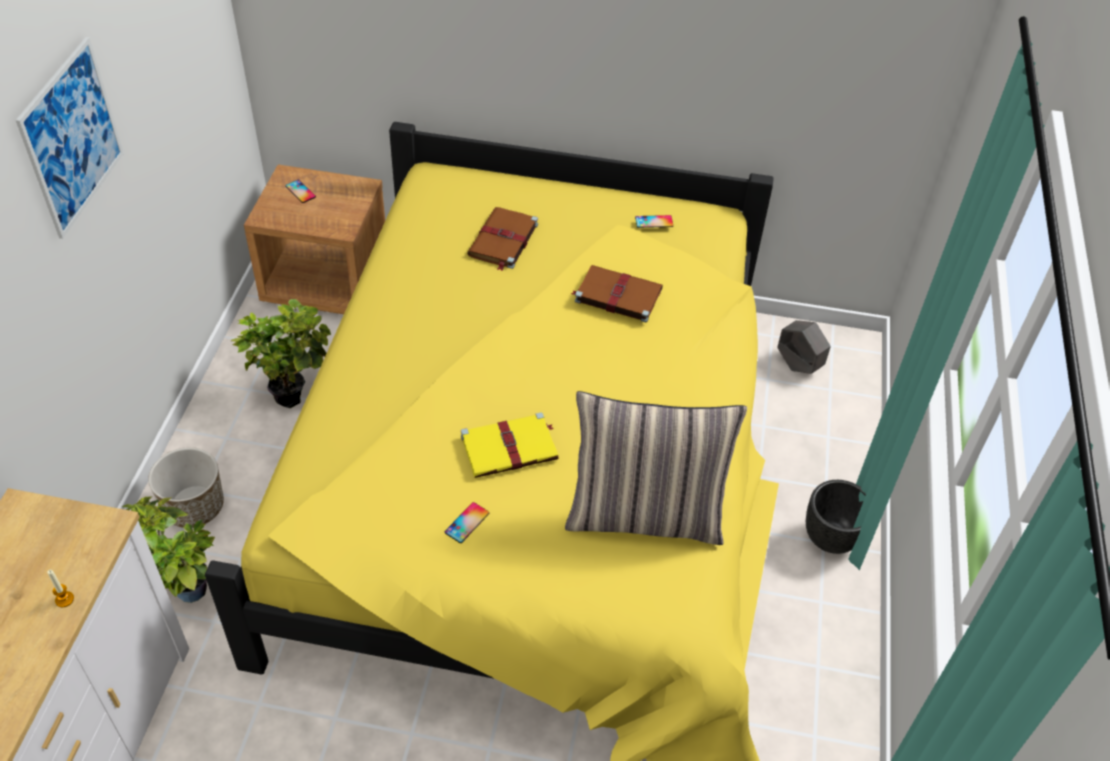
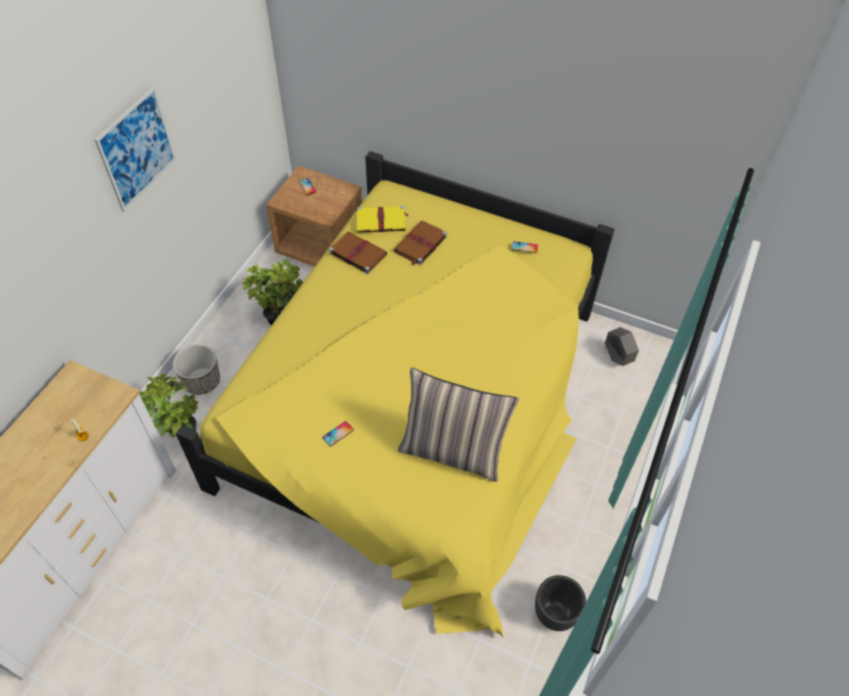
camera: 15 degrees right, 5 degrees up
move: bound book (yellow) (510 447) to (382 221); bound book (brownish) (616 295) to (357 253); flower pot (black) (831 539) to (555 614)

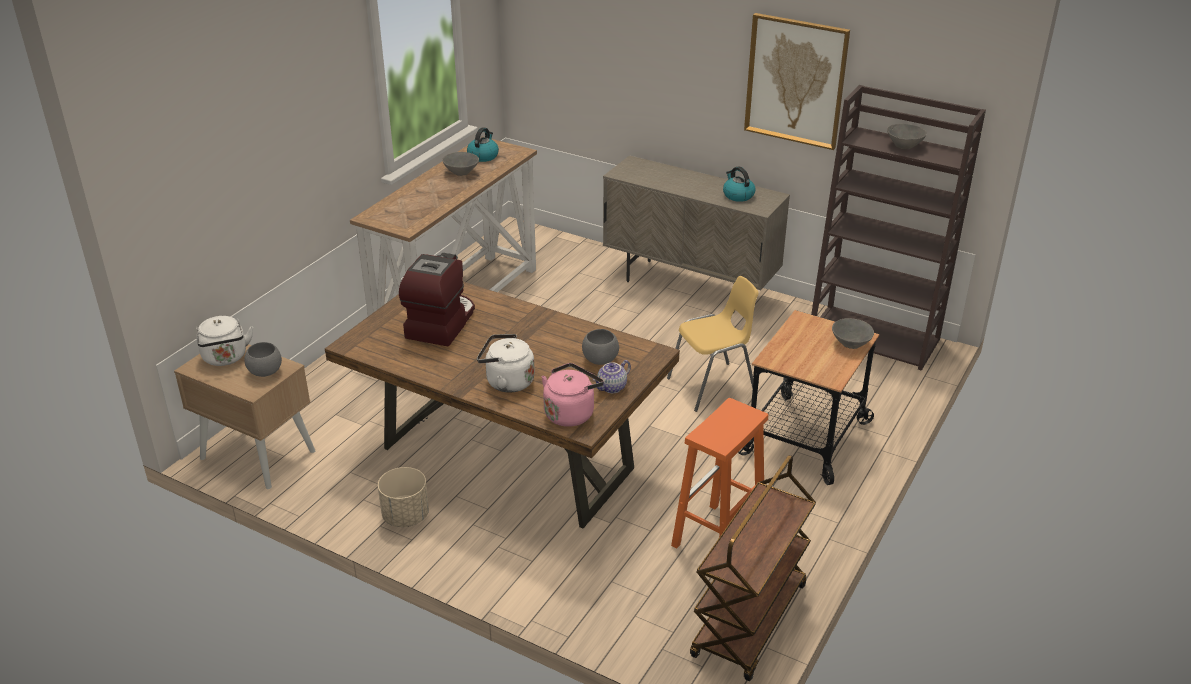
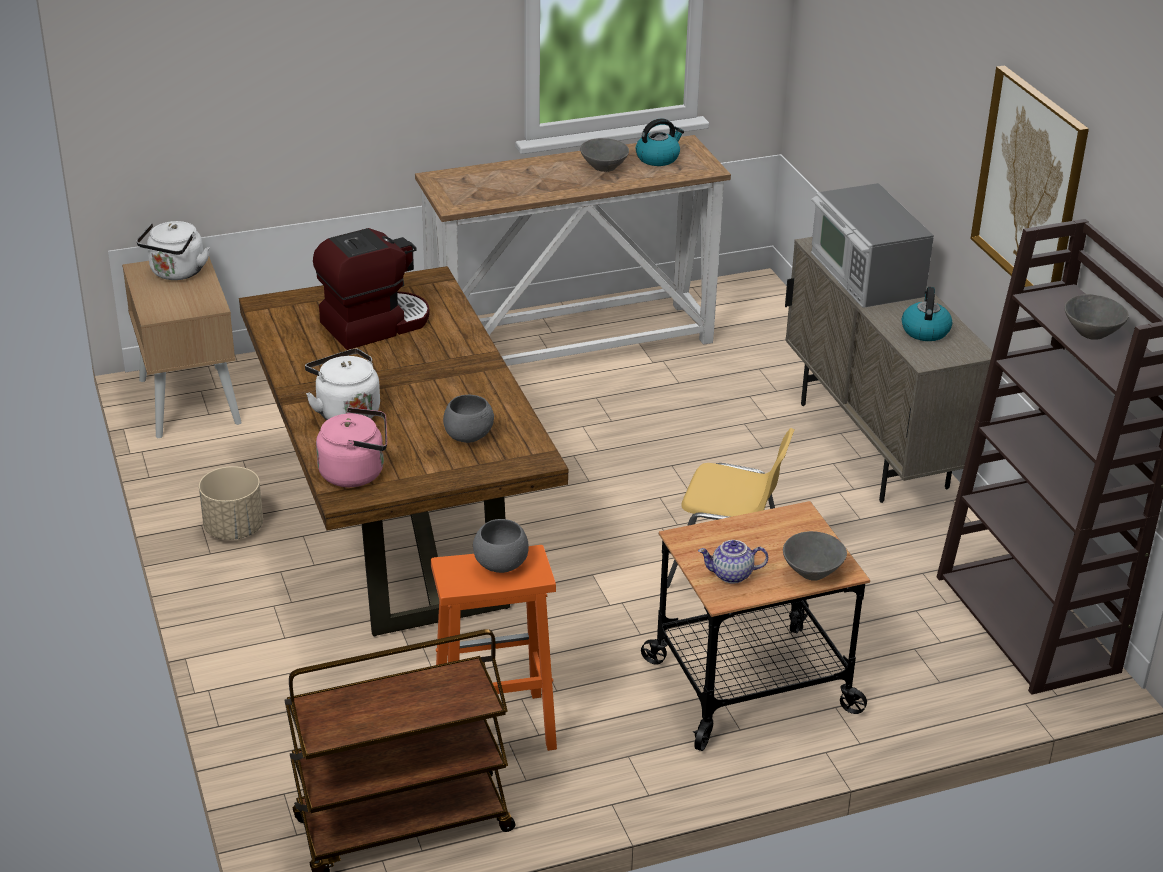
camera: 40 degrees right, 0 degrees up
insert: kitchen microwave (865 275)
move: bowl (gray) (265 372) to (500 565); teapot (612 388) to (731 575)

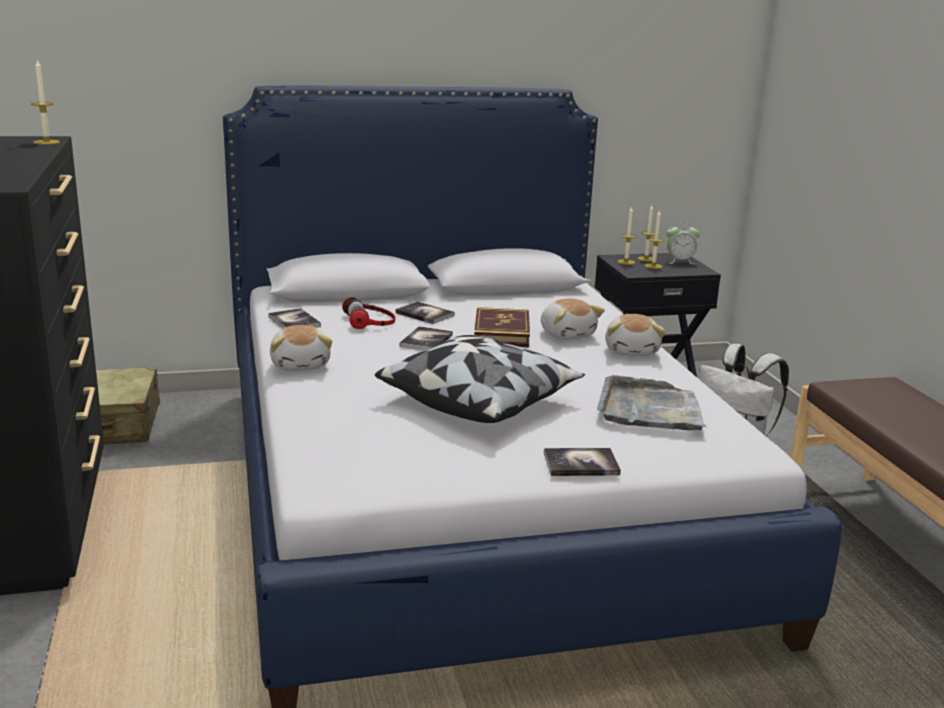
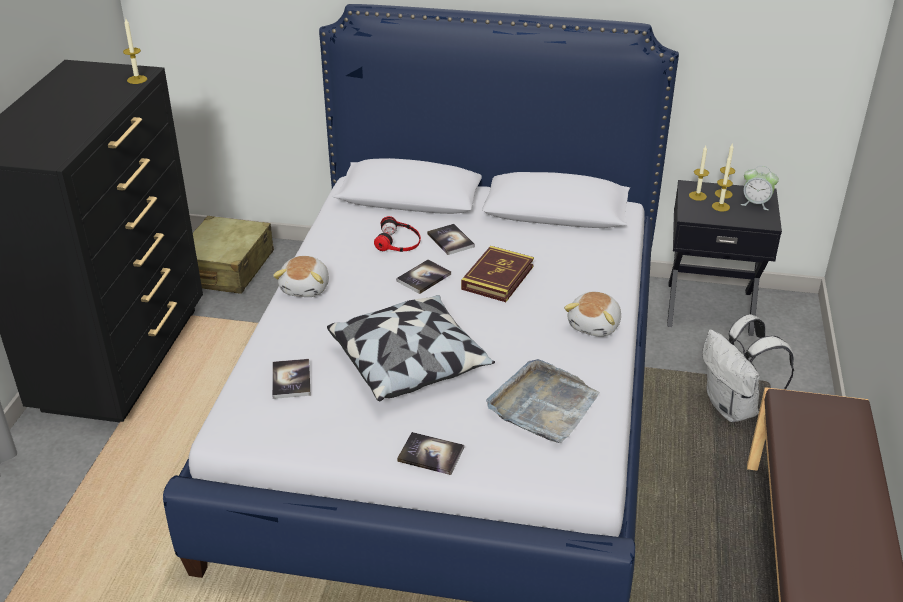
camera: 25 degrees right, 15 degrees up
delete: cuddly toy (567 334)
move: bound book (294 322) to (291 380)

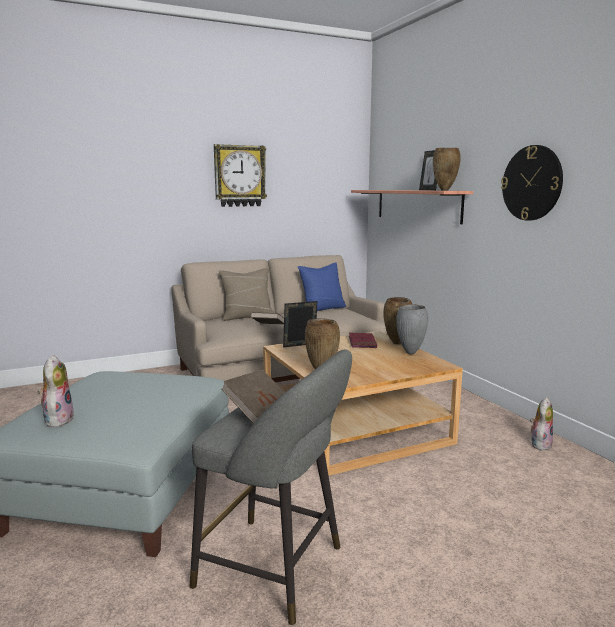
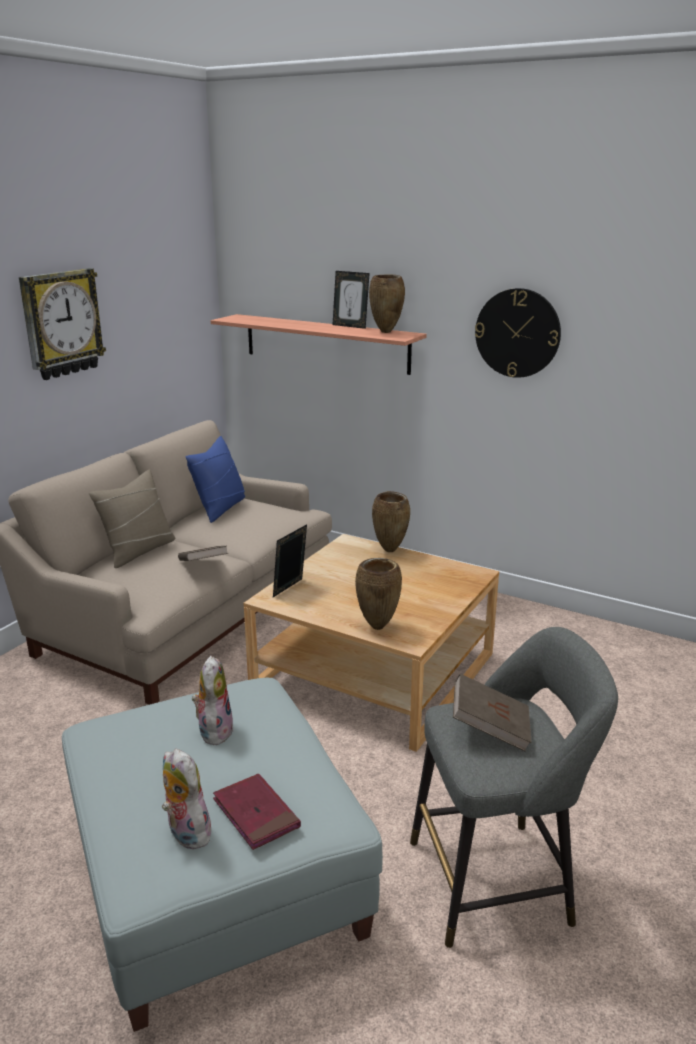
camera: 35 degrees left, 10 degrees up
delete: decorative vase (gray) (410 353)
move: bound book (red-coloured) (362 342) to (256 814); cuddly toy (539 444) to (214 730)

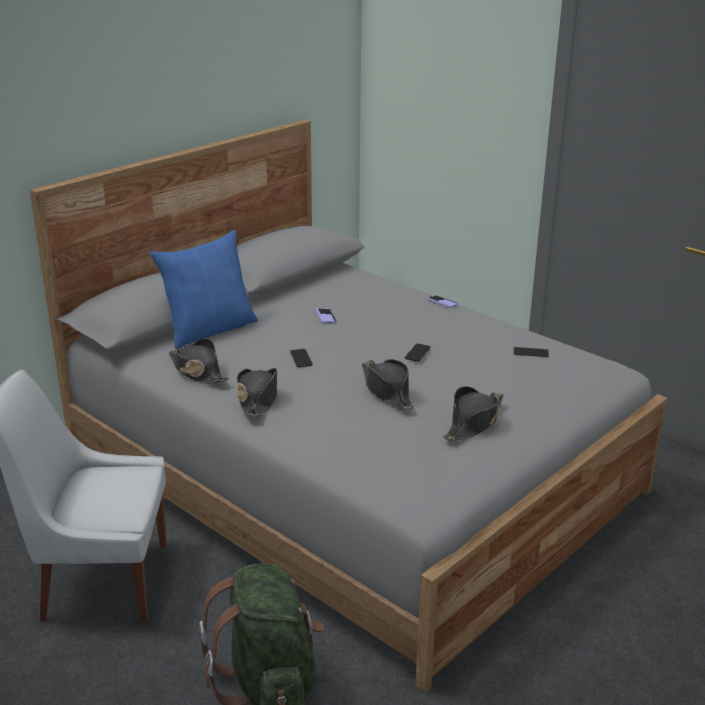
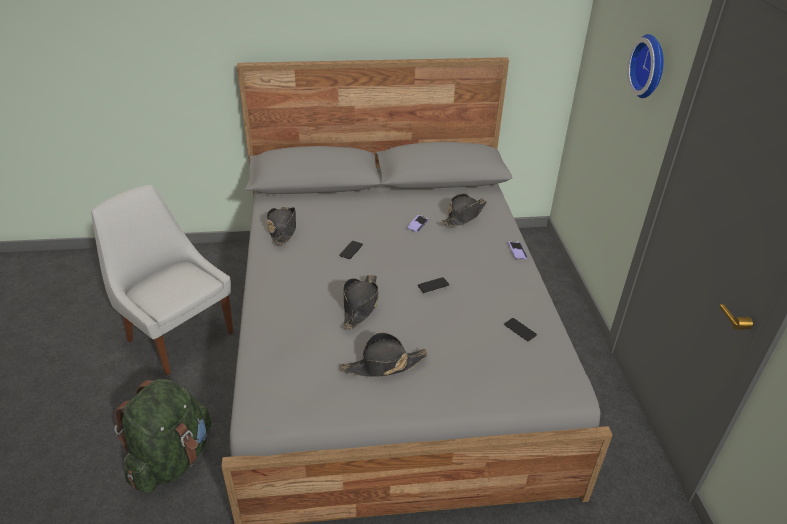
camera: 40 degrees right, 10 degrees up
delete: cushion (blue-coloured) (209 330)
insert: wall clock (650 66)
move: wearable hat (black) (258 398) to (464 215)

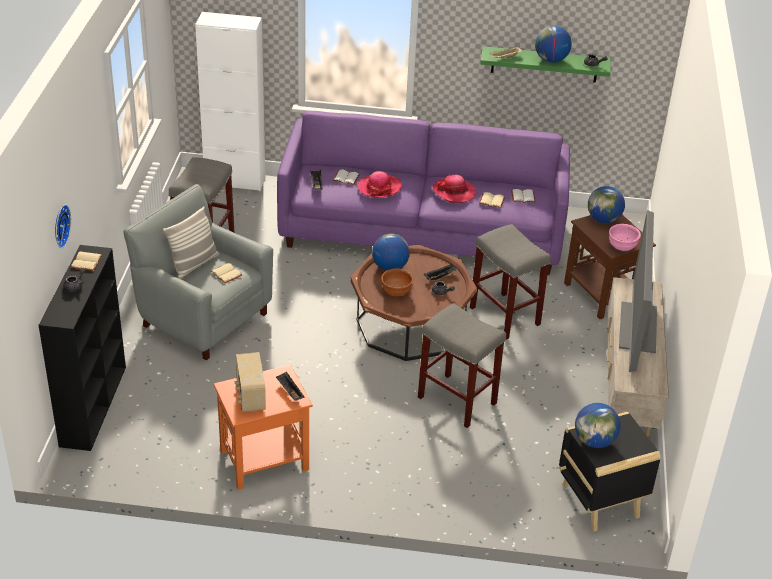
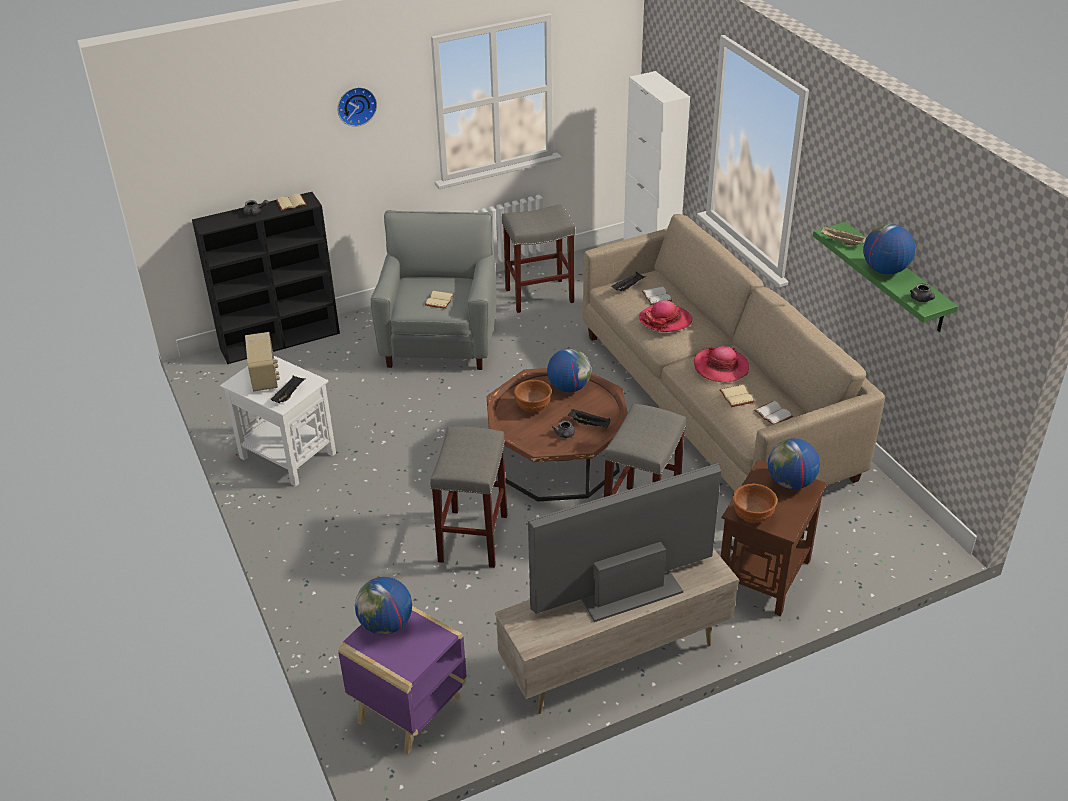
camera: 60 degrees right, 0 degrees up
delete: cushion (194 264)
move: wall clock (59 226) to (356 105)
recolor: side table (orange) (263 460) to side table (whitish) (287 455); couch (purplish) (422 232) to couch (sand-coloured) (713 403); side table (black) (599 499) to side table (purplish) (410 708); bowl (pink-coloured) (621 247) to bowl (brownish) (752 516)
rotate: radio receiver (250 396) = (265 377) 120 degrees clockwise

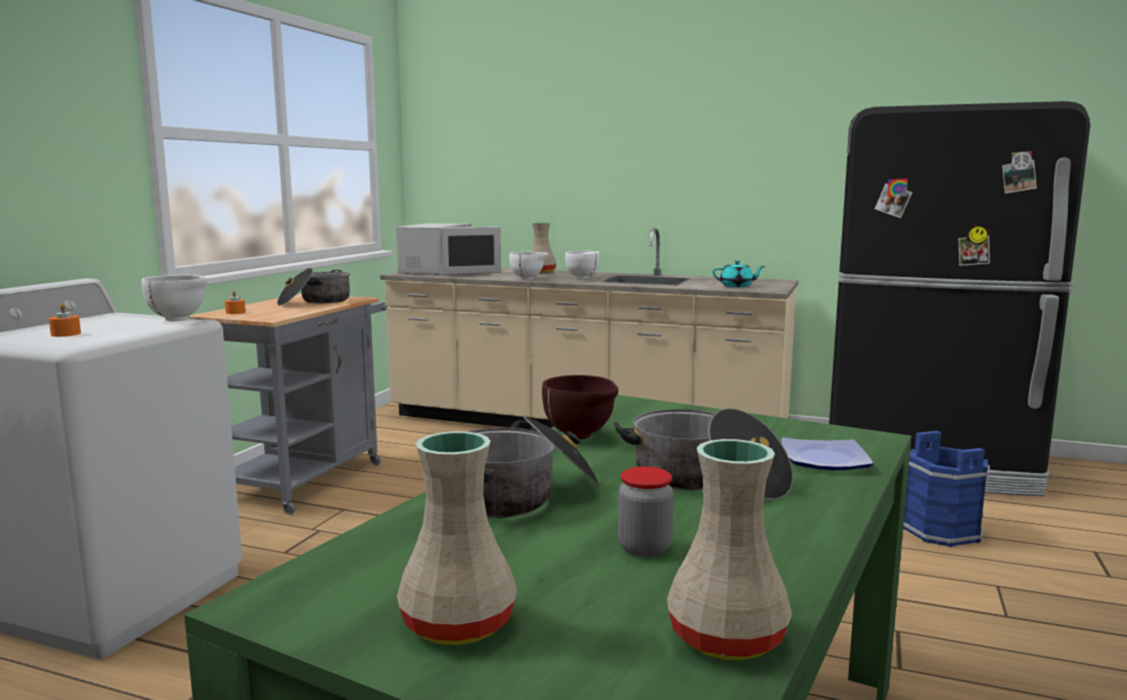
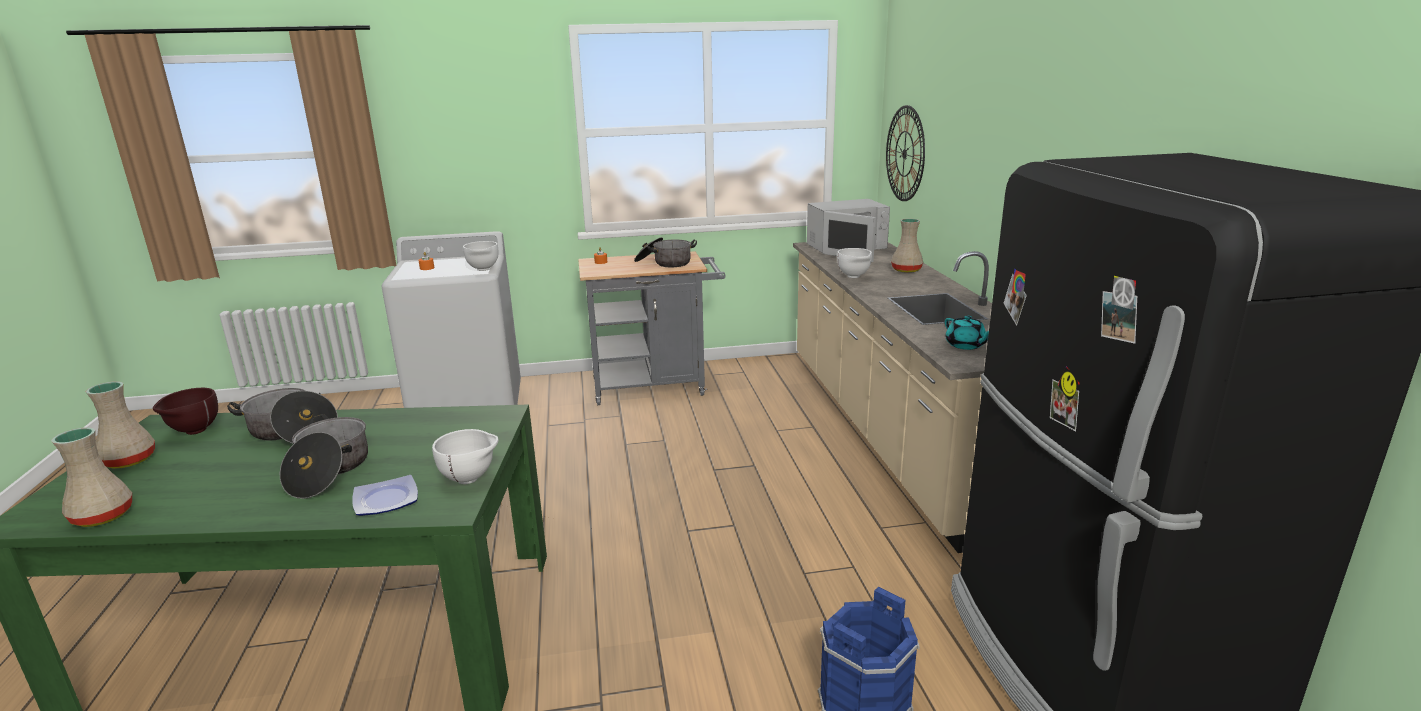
camera: 60 degrees right, 10 degrees up
delete: storage jar (644 548)
insert: wall clock (904 154)
move: bowl (brownish) (581 436) to (193 432); bowl (whitish) (583 278) to (471 479)

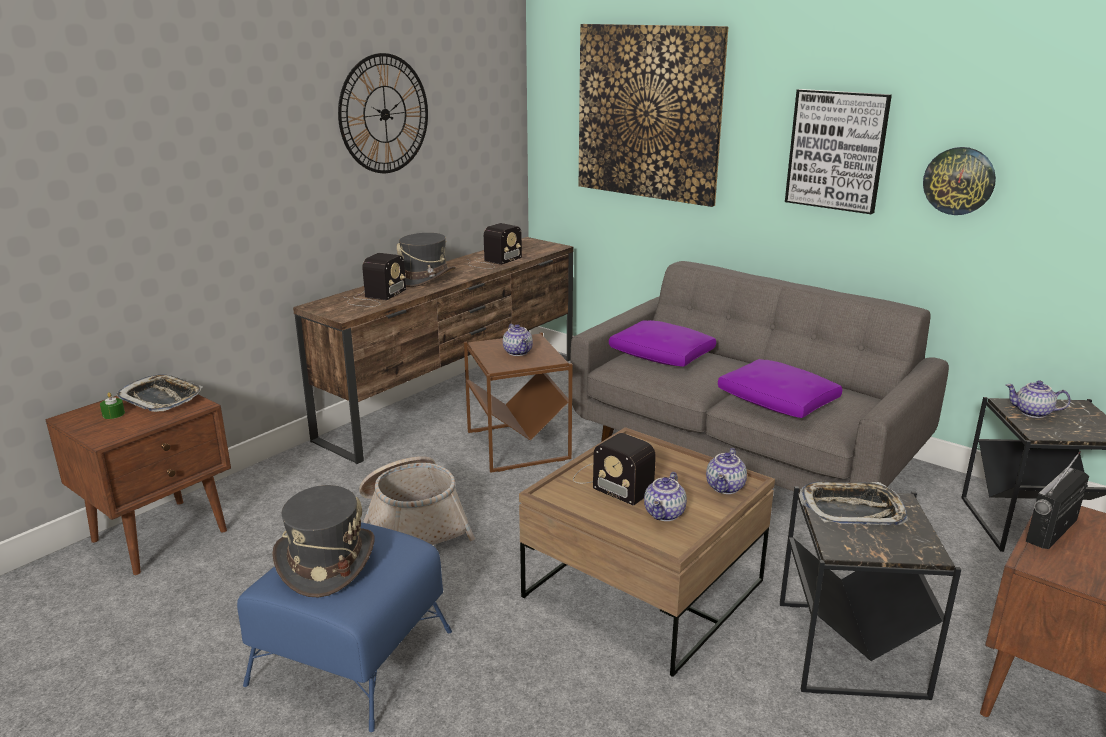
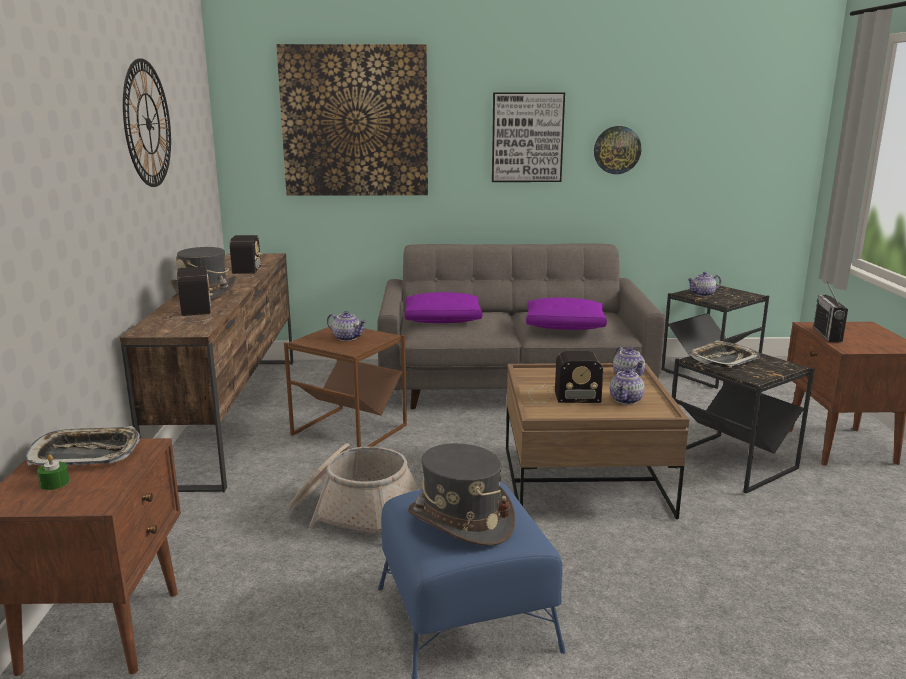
camera: 40 degrees left, 5 degrees down
rotate: teapot (665 514) = (626 400) 45 degrees clockwise

